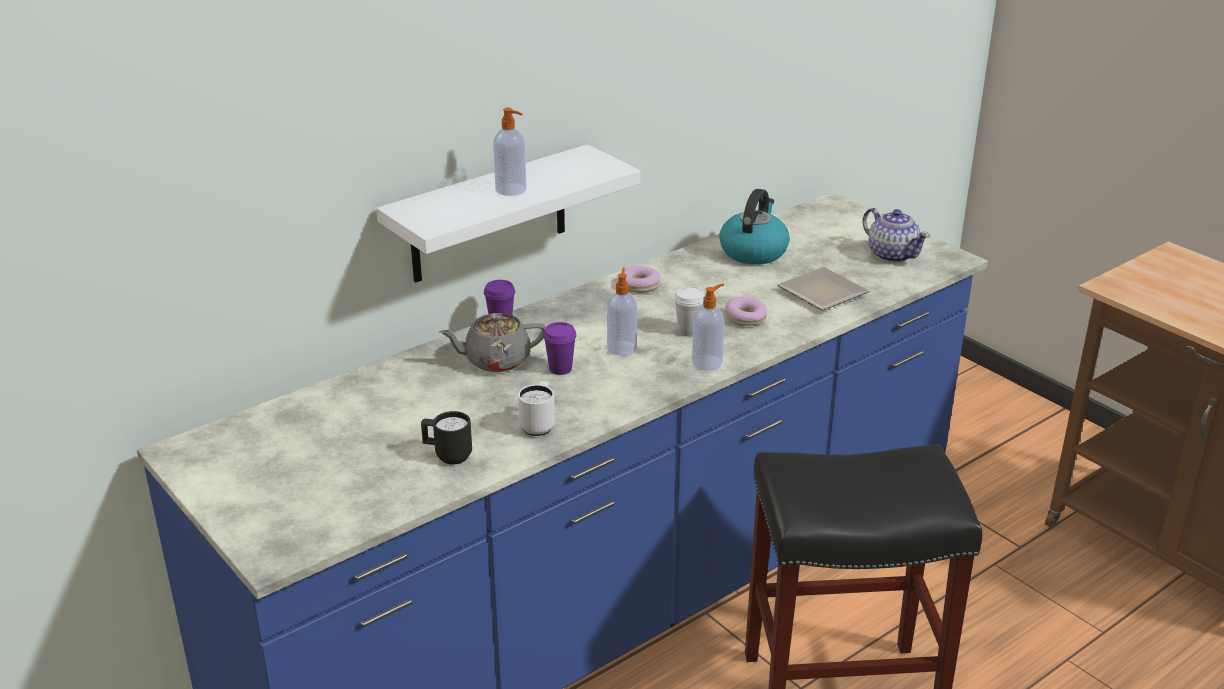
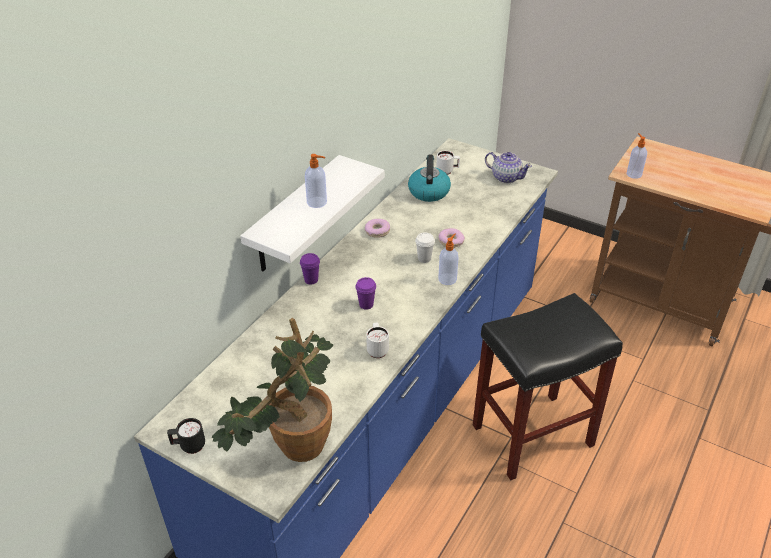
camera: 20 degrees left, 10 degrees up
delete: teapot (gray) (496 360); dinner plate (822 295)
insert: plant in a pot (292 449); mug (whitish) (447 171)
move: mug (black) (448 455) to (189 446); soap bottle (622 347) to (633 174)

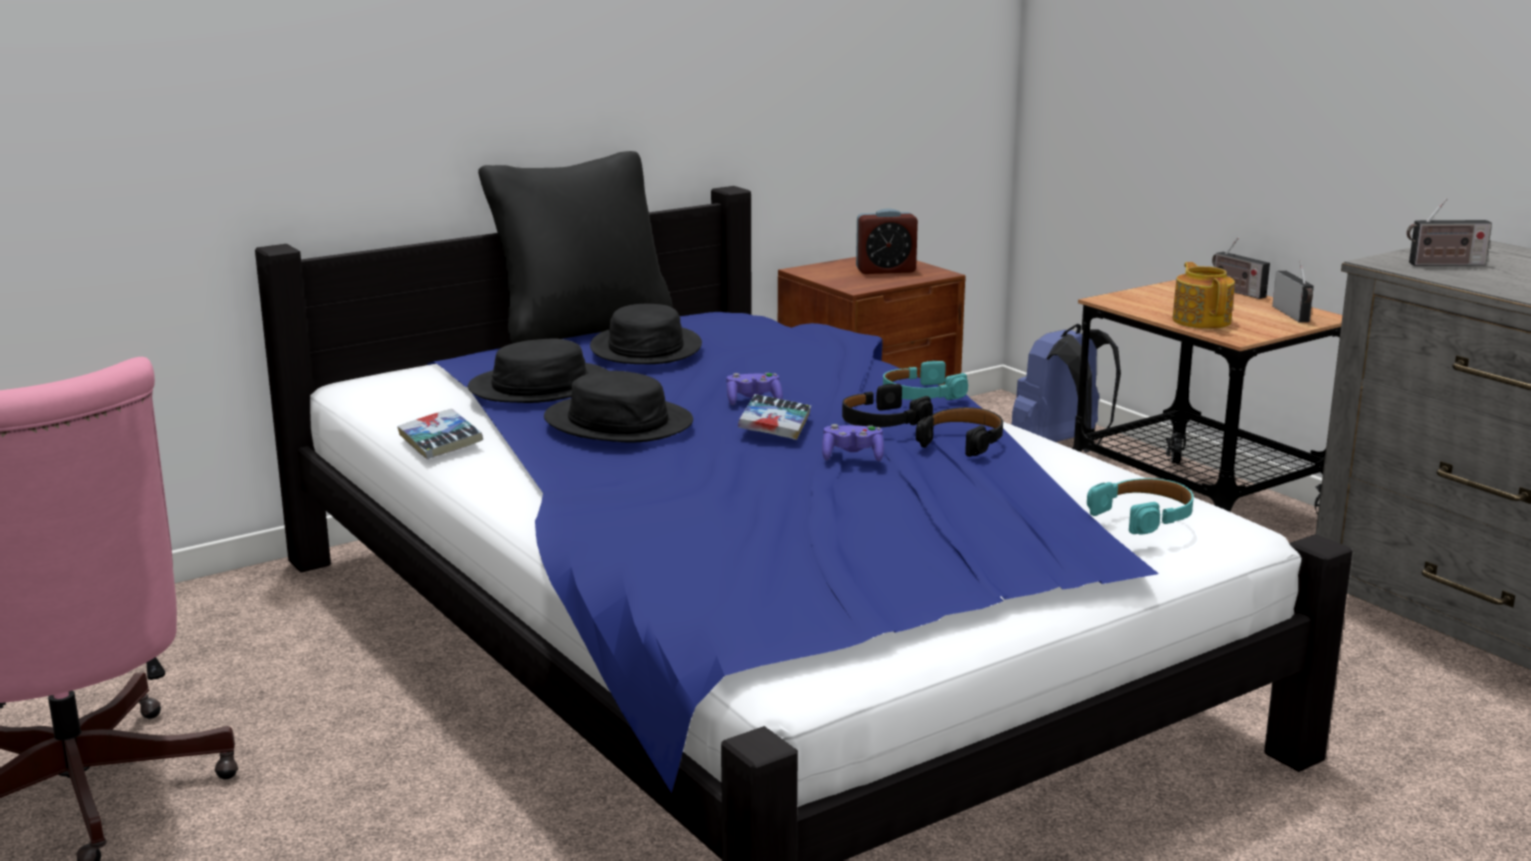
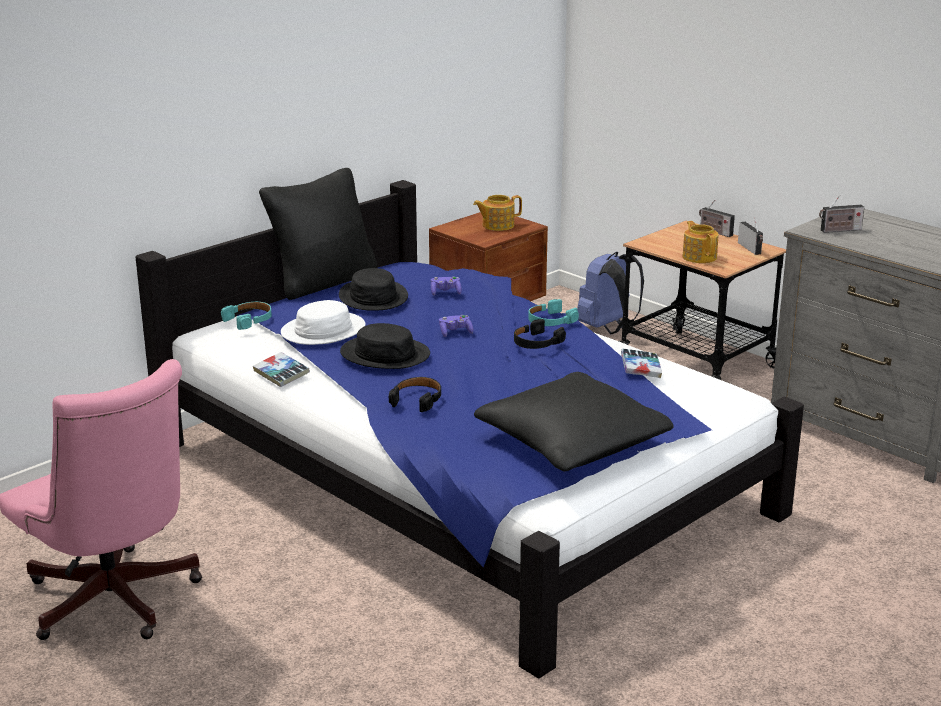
camera: 10 degrees left, 5 degrees up
insert: cushion (black) (572 444)
move: bound book (775 425) to (640 368); game controller (purplish) (852 456) to (445 292); pair of headphones (black) (962 441) to (417 399); pair of headphones (blue-green) (1144 516) to (249 320)
replace: bedside clock (885 270) to teapot (497 225)
recolor: wearable hat (black) (540 386) to wearable hat (whitish) (323 330)

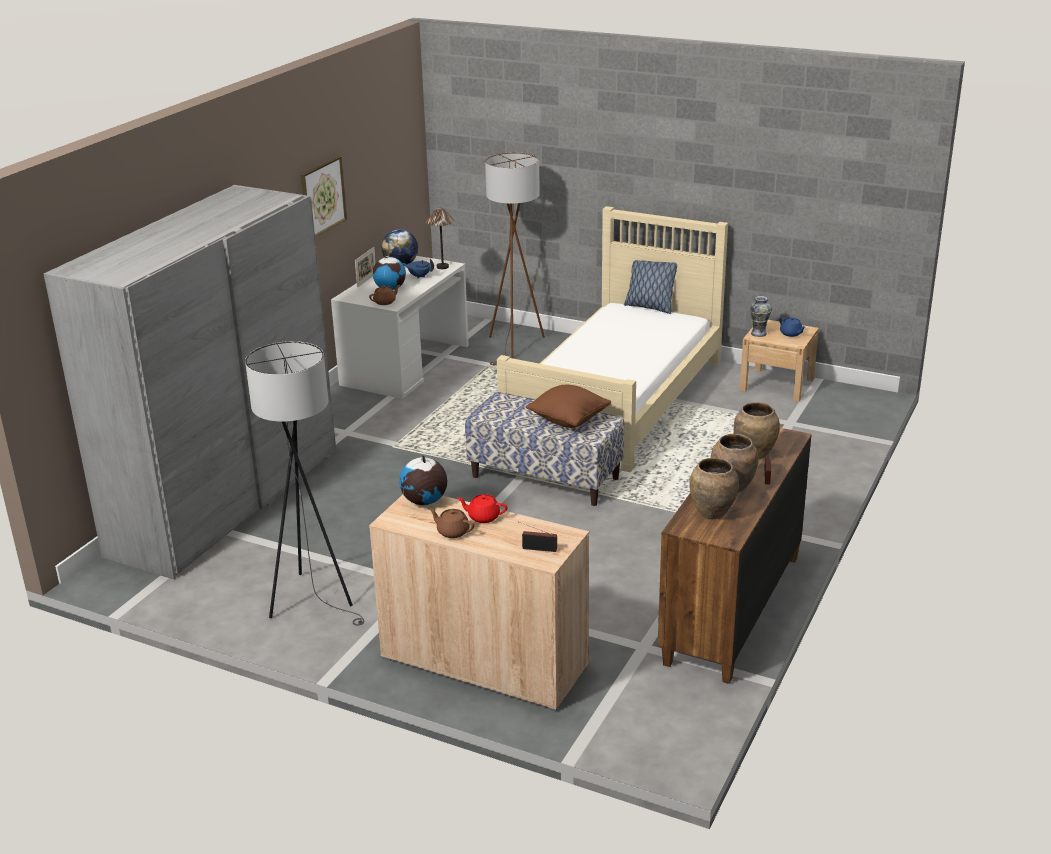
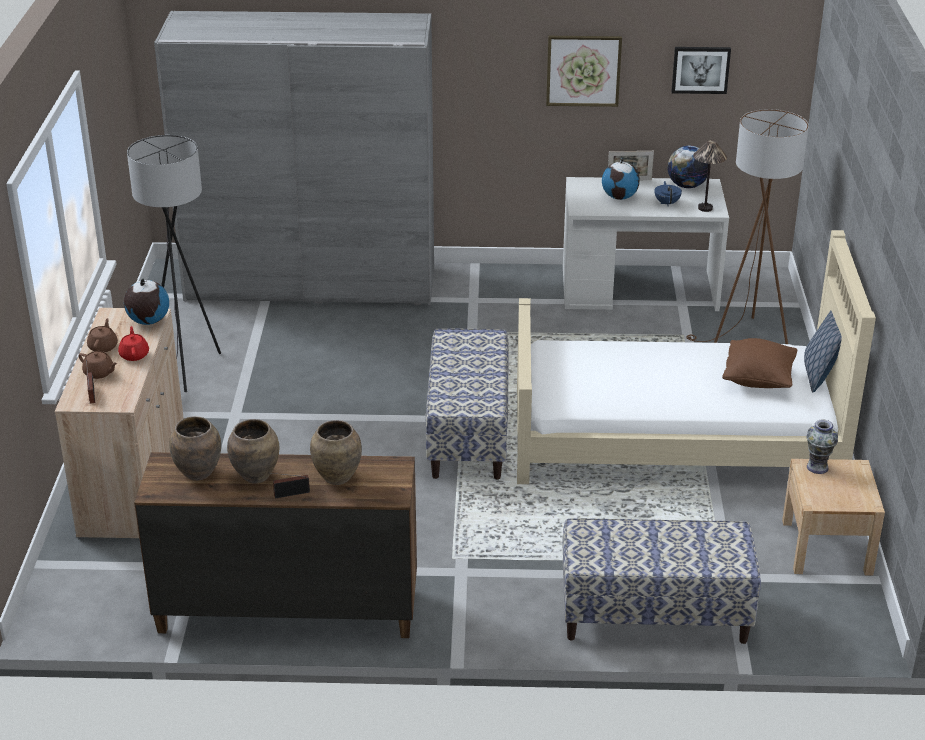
camera: 65 degrees right, 5 degrees up
delete: teapot (blue-coloured) (791 334)
insert: long seat (654 616); wall art (700 69)
move: teapot (brownish) (385 302) to (99 373); cushion (brownish) (568 420) to (758 380)

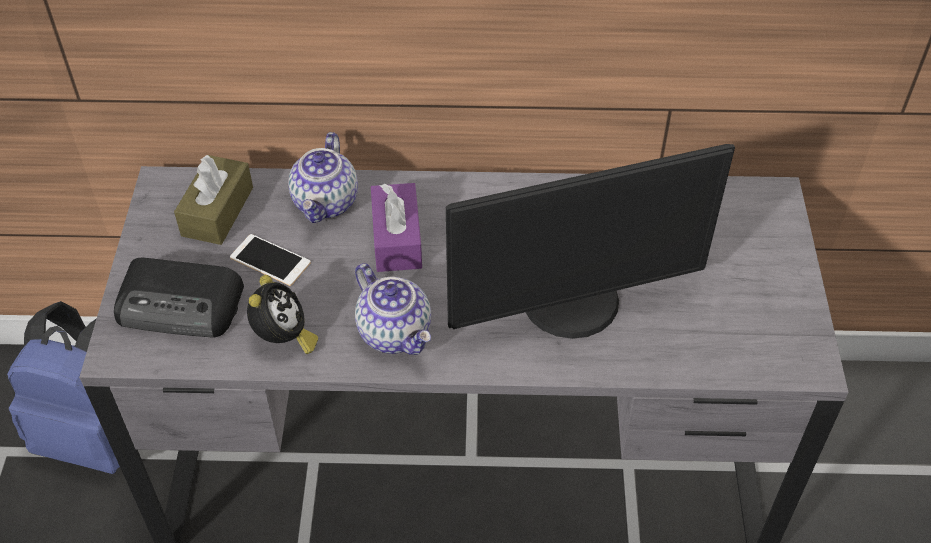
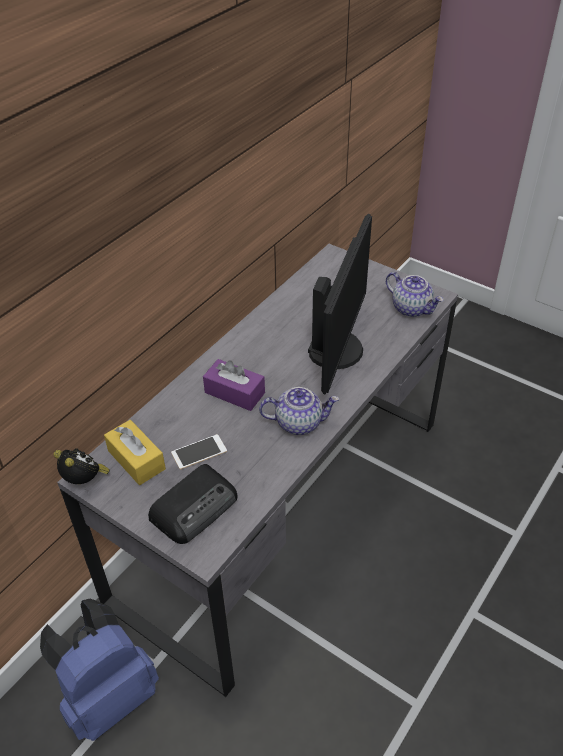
camera: 55 degrees left, 5 degrees down
move: bedside clock (283 339) to (85 481); teapot (326 203) to (412 308)
recolor: box of tissues (brownish) (217 211) to box of tissues (yellow) (136 460)

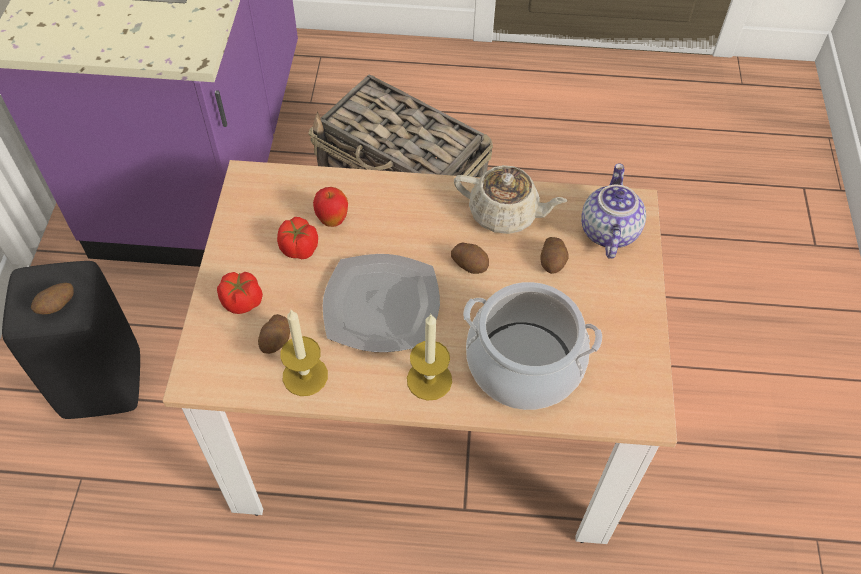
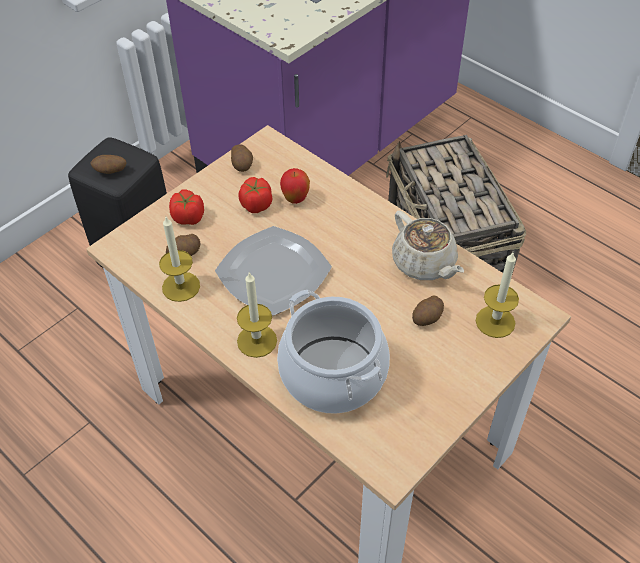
camera: 40 degrees right, 5 degrees down
move: whole potato (470 264) to (242 165)
replace: teapot (607 231) to wax light (495 321)

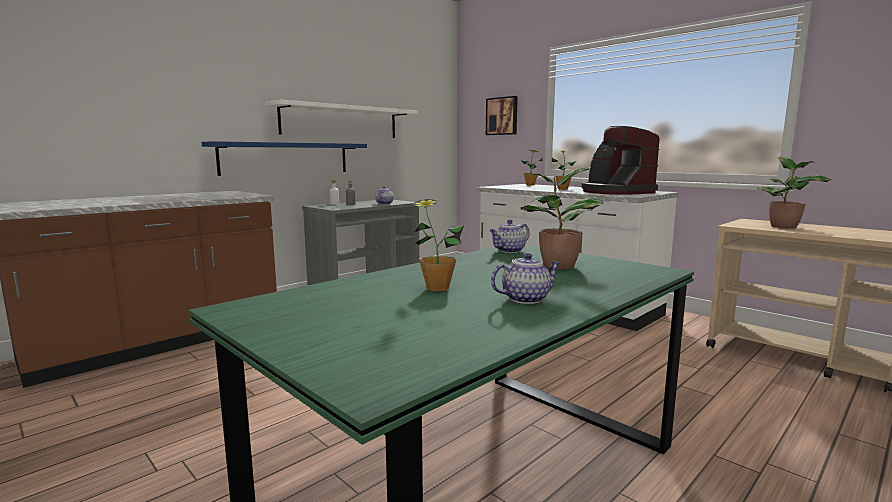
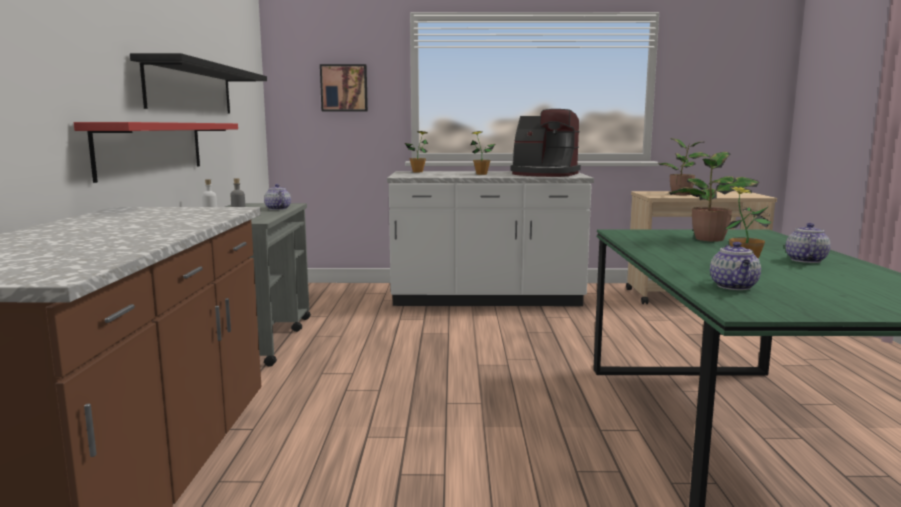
camera: 45 degrees left, 0 degrees up
move: teapot (509 251) to (734 287)
recolor: wall shelf (blue-coloured) (286 158) to wall shelf (red-coloured) (152 148); wall shelf (whitish) (341 121) to wall shelf (black) (191 89)

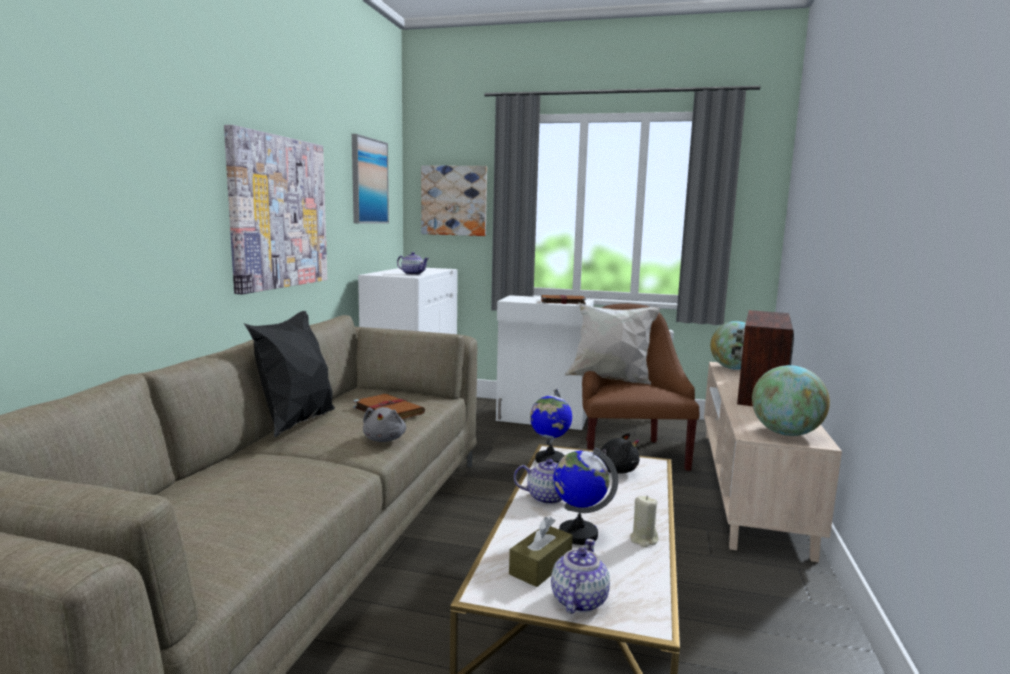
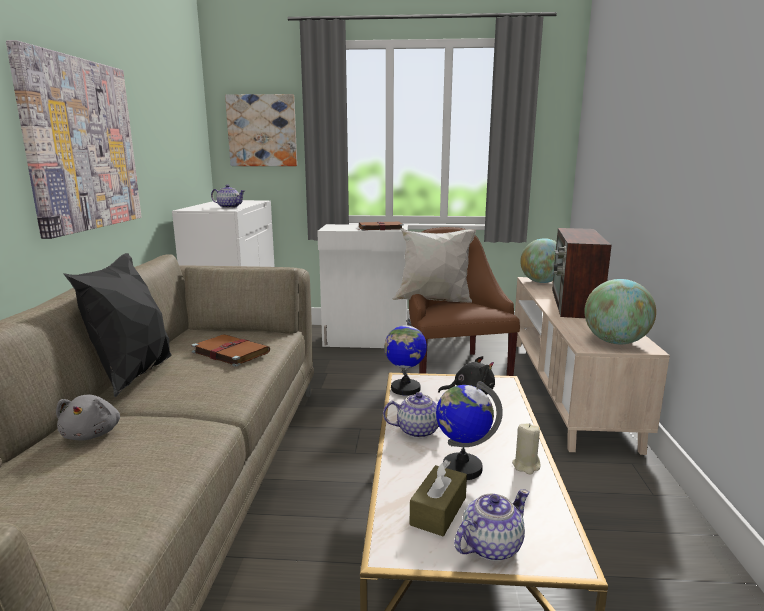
camera: 10 degrees left, 5 degrees up
delete: wall art (368 181)
move: cuddly toy (gray) (385 439) to (92 434)
rotate: teapot (578 601) = (490 546) 45 degrees clockwise

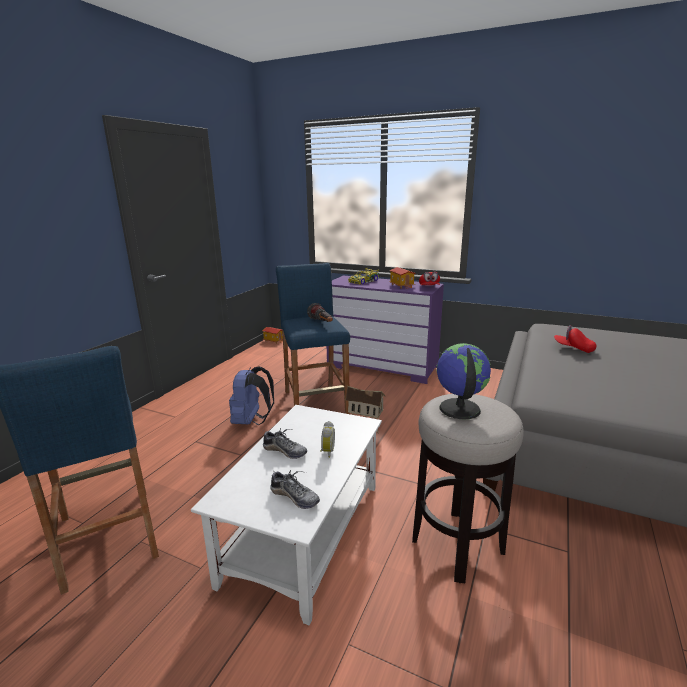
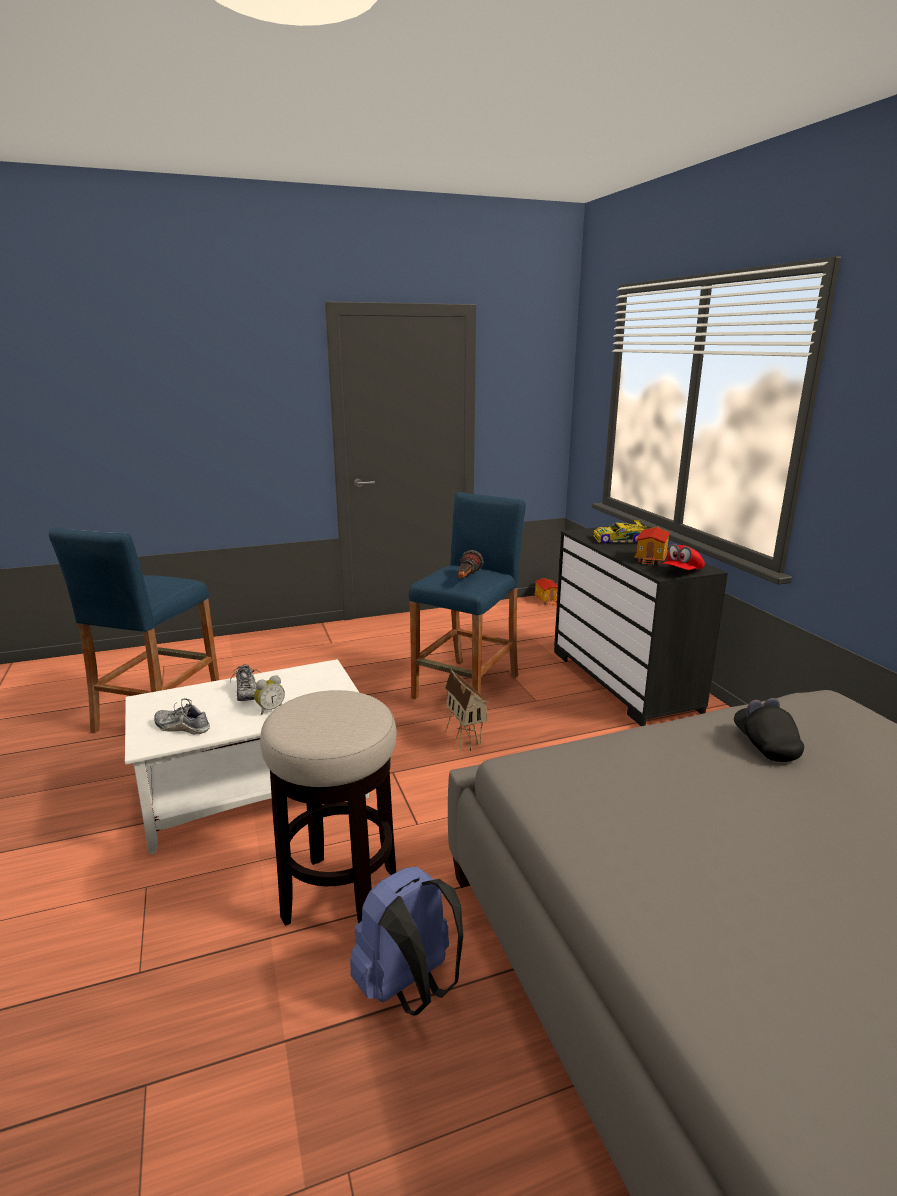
camera: 45 degrees right, 0 degrees up
delete: desk globe (458 409)
move: knapsack (blue-coloured) (252 421) to (409 988)
recolor: chest of drawers (purplish) (382 366) to chest of drawers (black) (624 681); baseball cap (red-coloured) (573 348) to baseball cap (black) (765 744)
rotate: item of footwear (294 497) = (182 727) 120 degrees clockwise

